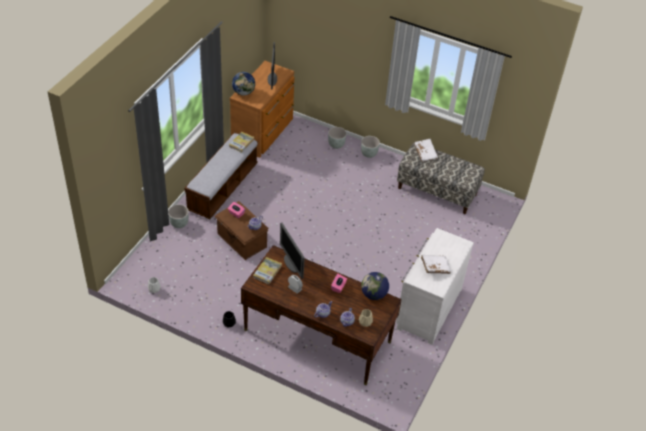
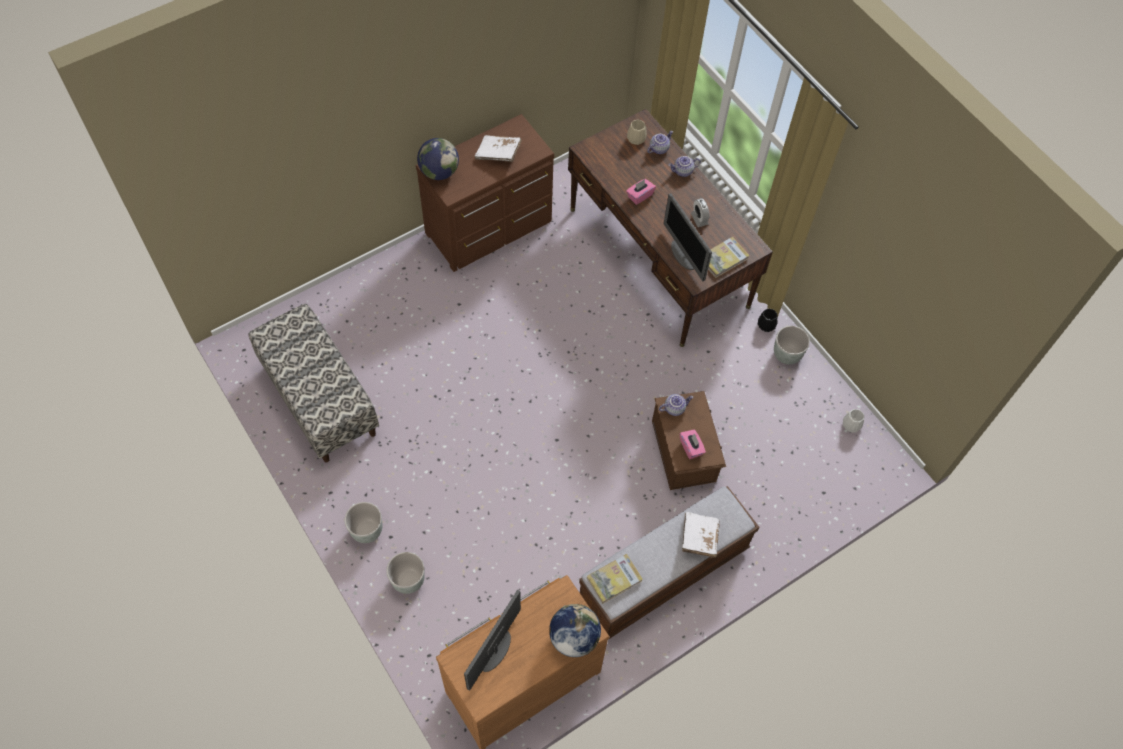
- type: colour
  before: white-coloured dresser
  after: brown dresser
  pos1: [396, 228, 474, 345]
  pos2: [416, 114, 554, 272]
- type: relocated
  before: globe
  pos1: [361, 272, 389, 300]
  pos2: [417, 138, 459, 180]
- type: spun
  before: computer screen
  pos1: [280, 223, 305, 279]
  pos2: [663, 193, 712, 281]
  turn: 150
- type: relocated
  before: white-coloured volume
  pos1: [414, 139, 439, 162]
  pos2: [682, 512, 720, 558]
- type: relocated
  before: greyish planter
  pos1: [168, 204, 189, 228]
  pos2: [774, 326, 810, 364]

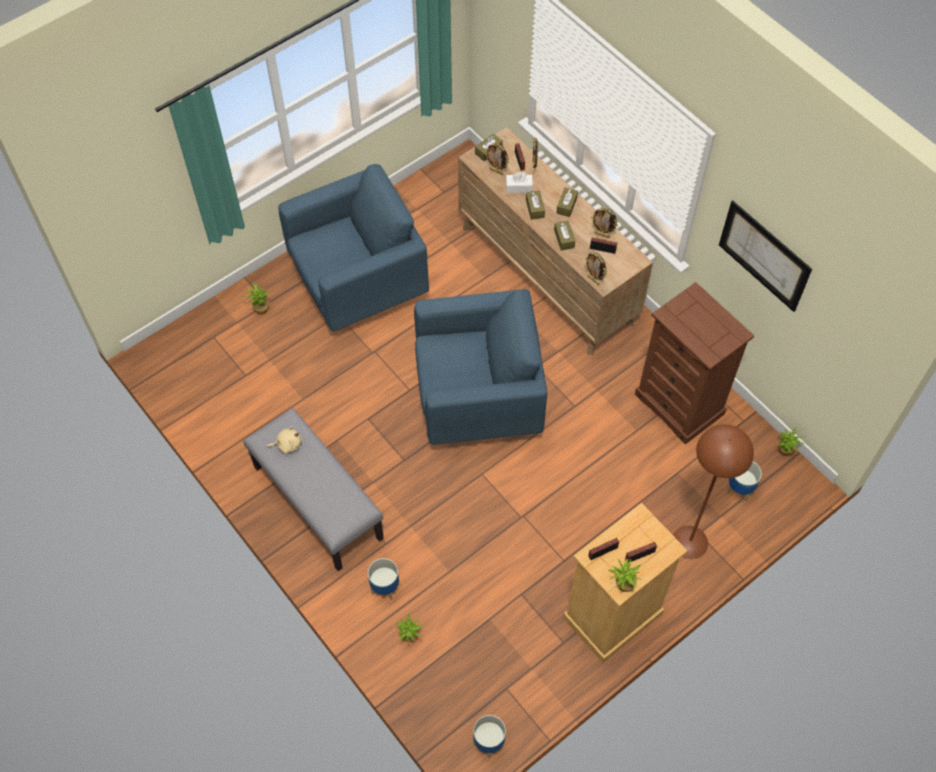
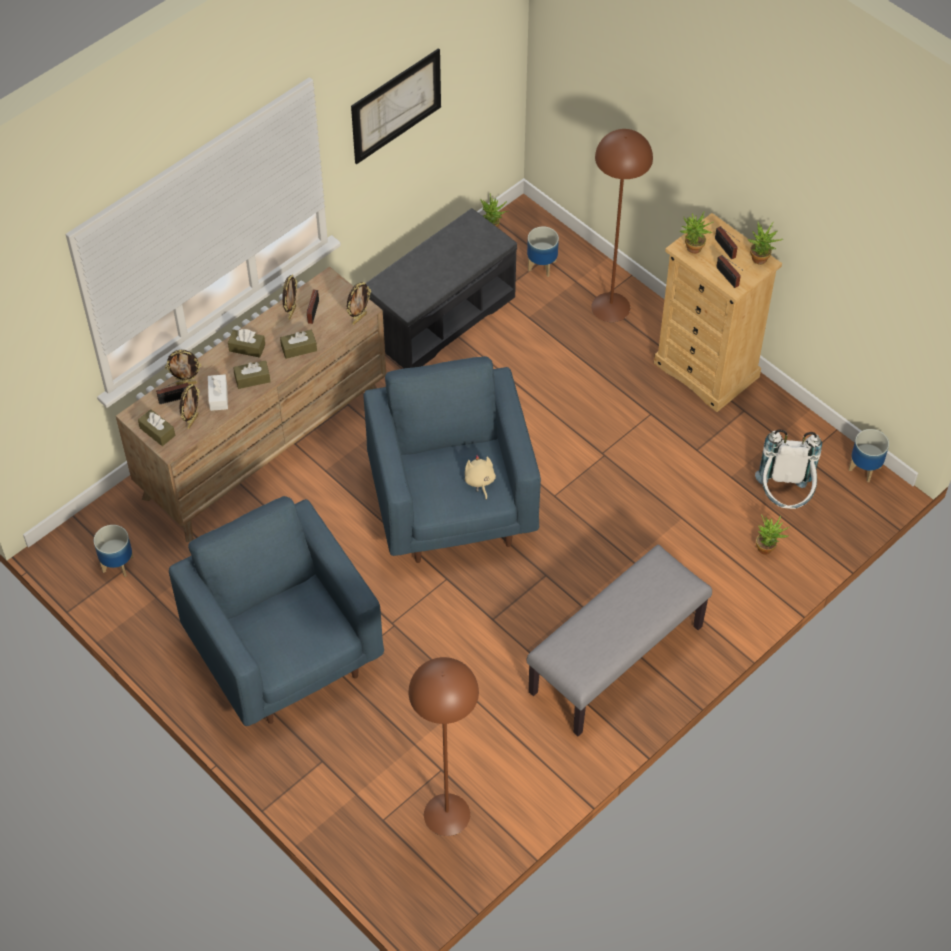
- type: relocated
  before: planter
  pos1: [368, 558, 399, 600]
  pos2: [94, 525, 134, 577]
- type: exchanged
  before: brown dresser
  after: greyish bench
  pos1: [635, 282, 754, 445]
  pos2: [365, 208, 517, 369]
- type: appeared
  after: brown standing lamp
  pos2: [409, 657, 479, 836]
- type: relocated
  before: sand-coloured plush toy
  pos1: [266, 426, 301, 454]
  pos2: [465, 454, 496, 500]
- type: relocated
  before: houseplant
  pos1: [242, 283, 269, 315]
  pos2: [680, 211, 713, 254]
- type: appeared
  after: white-coloured backpack
  pos2: [755, 429, 822, 509]

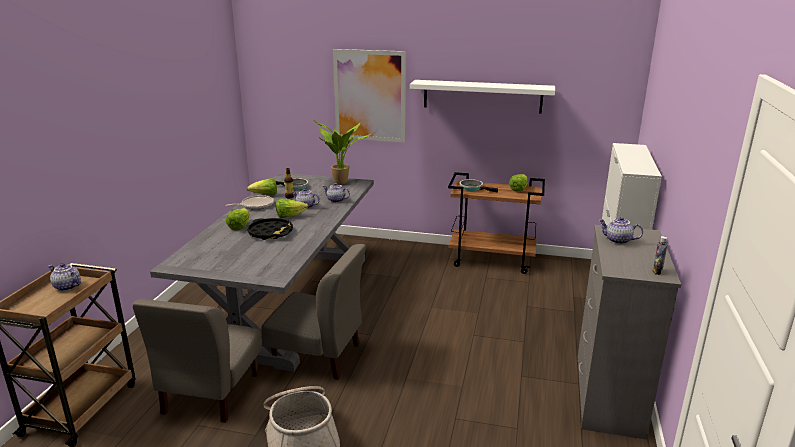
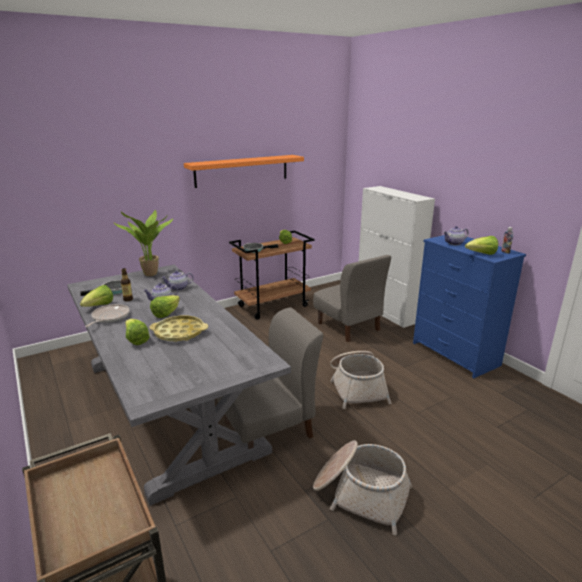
- type: colour
  before: black carrying tray
  after: yellow carrying tray
  pos1: [247, 218, 293, 240]
  pos2: [149, 316, 208, 342]
- type: colour
  before: white-coloured bracket shelf
  after: orangey bracket shelf
  pos1: [410, 80, 555, 113]
  pos2: [184, 155, 304, 188]
- type: relocated
  before: greyish plain chair
  pos1: [133, 299, 262, 423]
  pos2: [313, 255, 391, 342]
- type: appeared
  after: basket
  pos2: [330, 351, 391, 409]
- type: colour
  before: greyish dresser
  after: bluish dresser
  pos1: [577, 225, 681, 440]
  pos2: [413, 235, 526, 378]
- type: appeared
  after: head of lettuce
  pos2: [465, 236, 498, 255]
- type: missing
  before: tea pot
  pos1: [48, 263, 81, 291]
- type: missing
  before: picture
  pos1: [333, 49, 406, 142]

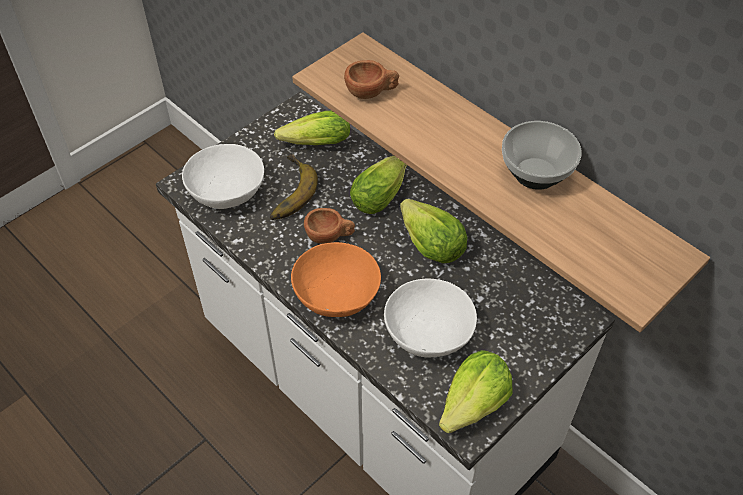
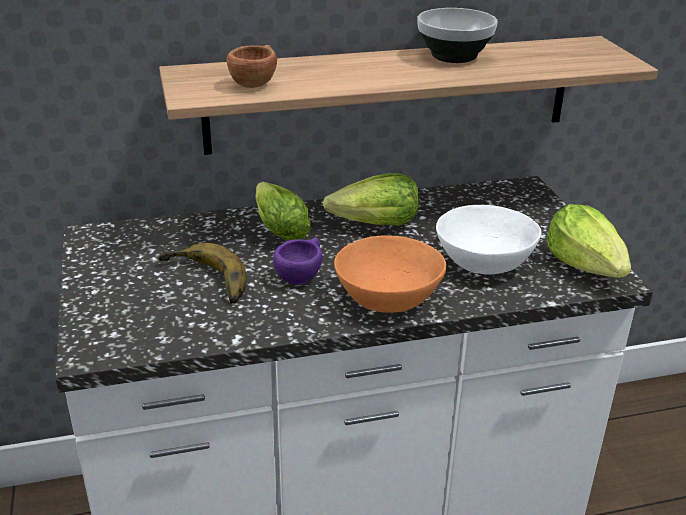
- type: colour
  before: brown cup
  after: purplish cup
  pos1: [304, 208, 355, 244]
  pos2: [273, 238, 323, 284]
- type: missing
  before: white-coloured serving bowl
  pos1: [182, 144, 264, 209]
- type: missing
  before: head of lettuce
  pos1: [274, 111, 350, 145]

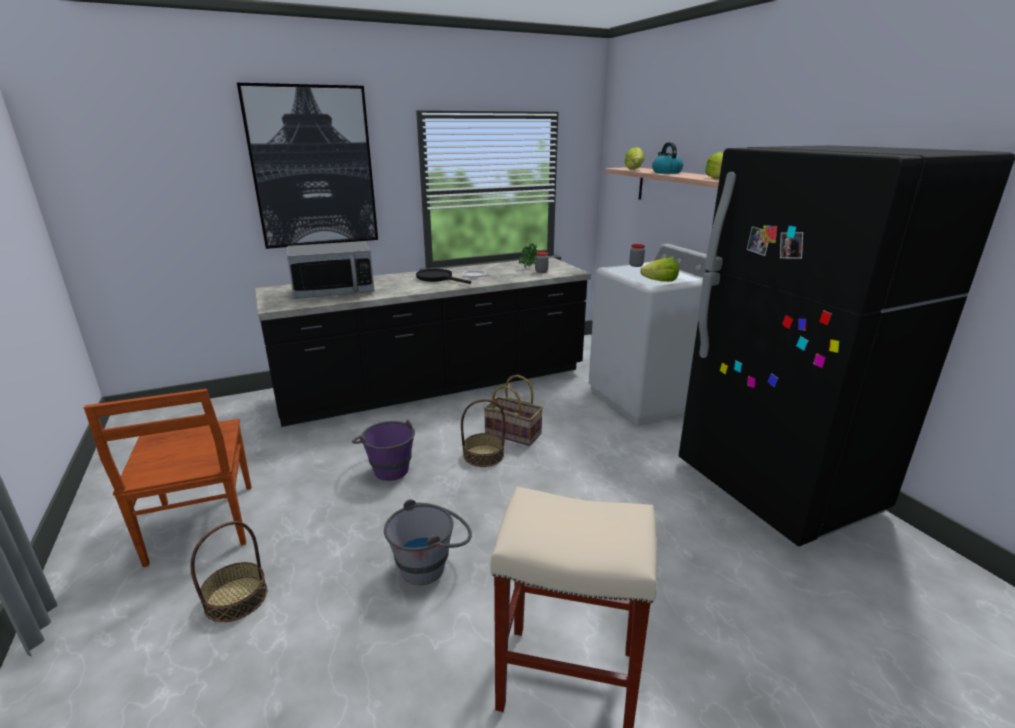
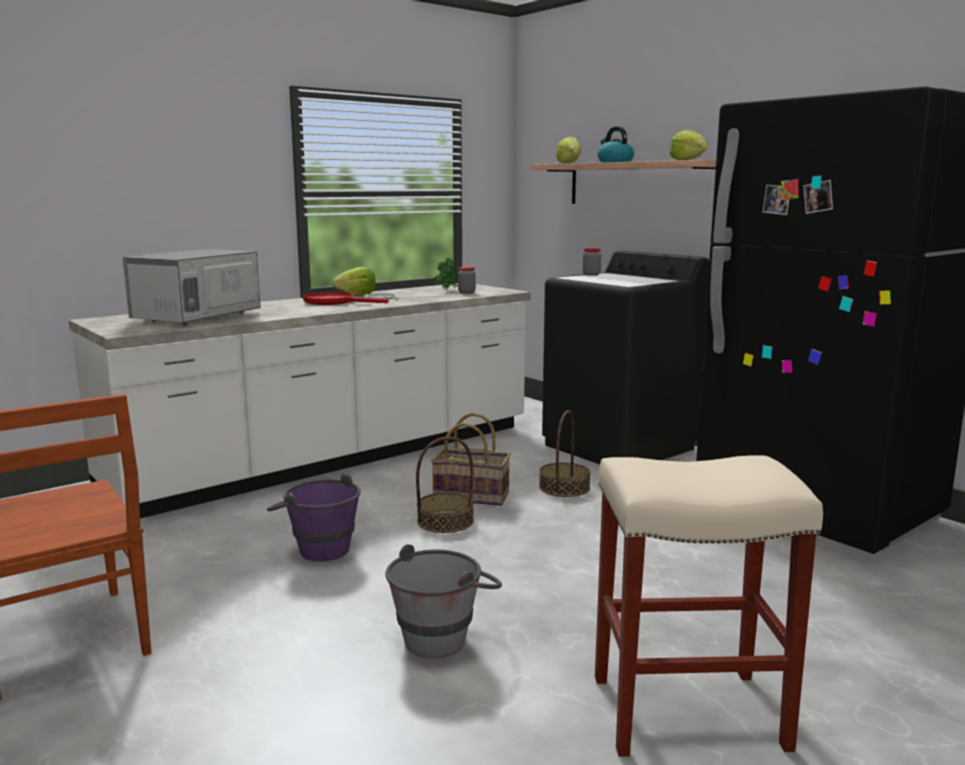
- type: colour
  before: black kitchen base unit
  after: white-coloured kitchen base unit
  pos1: [255, 257, 591, 427]
  pos2: [69, 283, 531, 518]
- type: spun
  before: microwave oven
  pos1: [287, 241, 375, 299]
  pos2: [123, 249, 261, 325]
  turn: 150
- type: colour
  before: black frying pan
  after: reddish frying pan
  pos1: [416, 269, 471, 284]
  pos2: [303, 292, 388, 305]
- type: relocated
  before: head of lettuce
  pos1: [640, 258, 679, 282]
  pos2: [333, 267, 376, 294]
- type: relocated
  before: basket
  pos1: [191, 521, 267, 622]
  pos2: [539, 410, 591, 497]
- type: colour
  before: white-coloured laundry machine
  after: black laundry machine
  pos1: [589, 244, 707, 425]
  pos2: [542, 250, 709, 464]
- type: missing
  before: picture
  pos1: [237, 83, 378, 249]

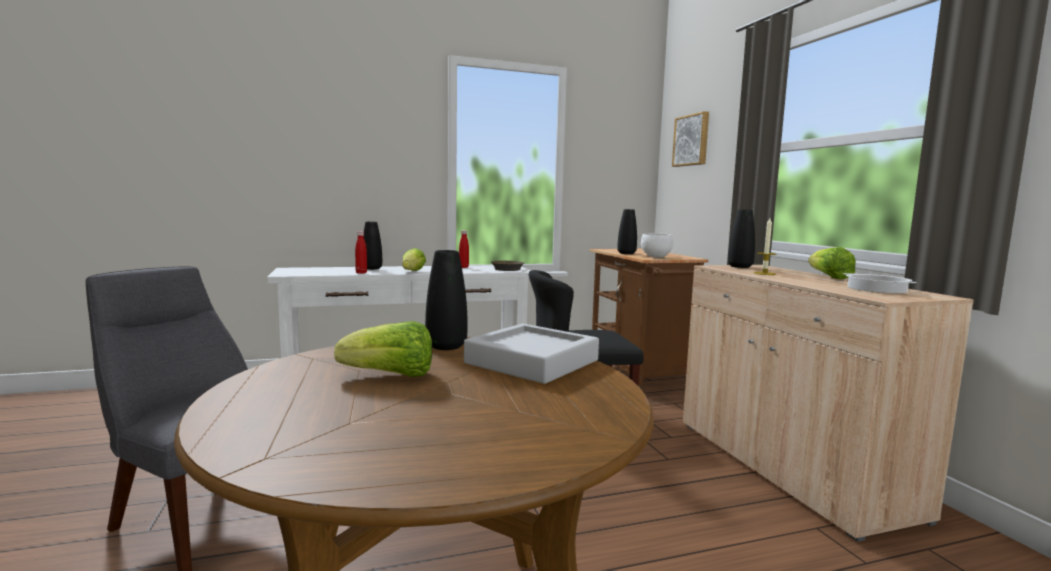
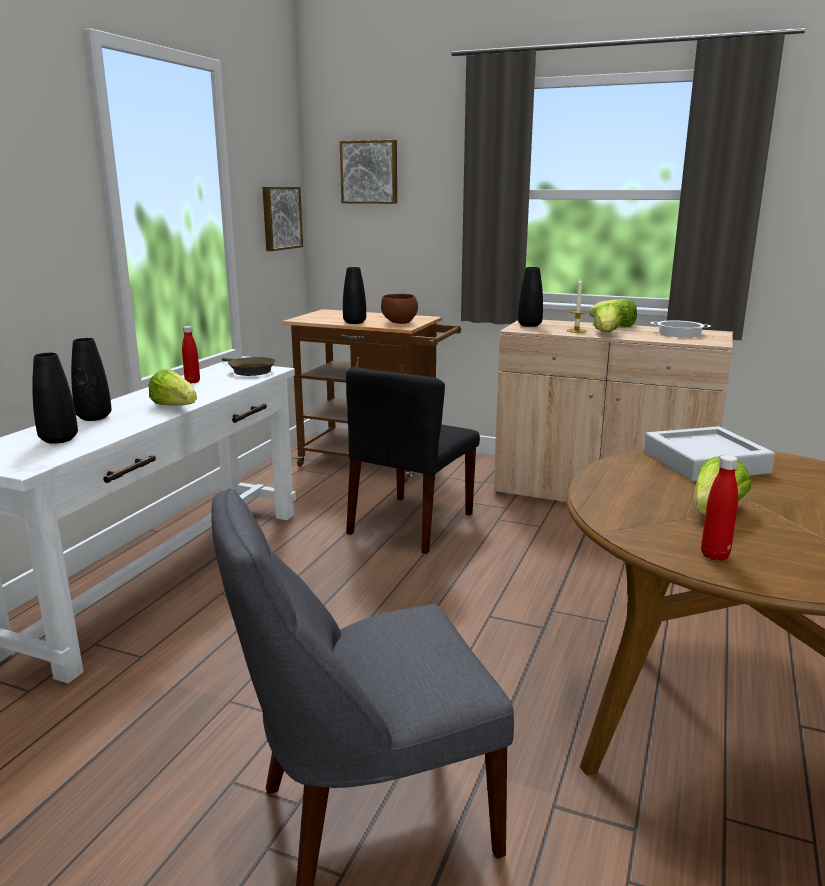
- type: relocated
  before: black decorative vase
  pos1: [425, 250, 468, 350]
  pos2: [32, 353, 78, 444]
- type: appeared
  after: picture
  pos2: [262, 187, 303, 251]
- type: colour
  before: white-coloured serving bowl
  after: brown serving bowl
  pos1: [641, 233, 673, 258]
  pos2: [381, 294, 418, 324]
- type: appeared
  after: head of lettuce
  pos2: [593, 303, 623, 332]
- type: relocated
  before: reddish drink bottle
  pos1: [355, 231, 367, 274]
  pos2: [701, 455, 738, 561]

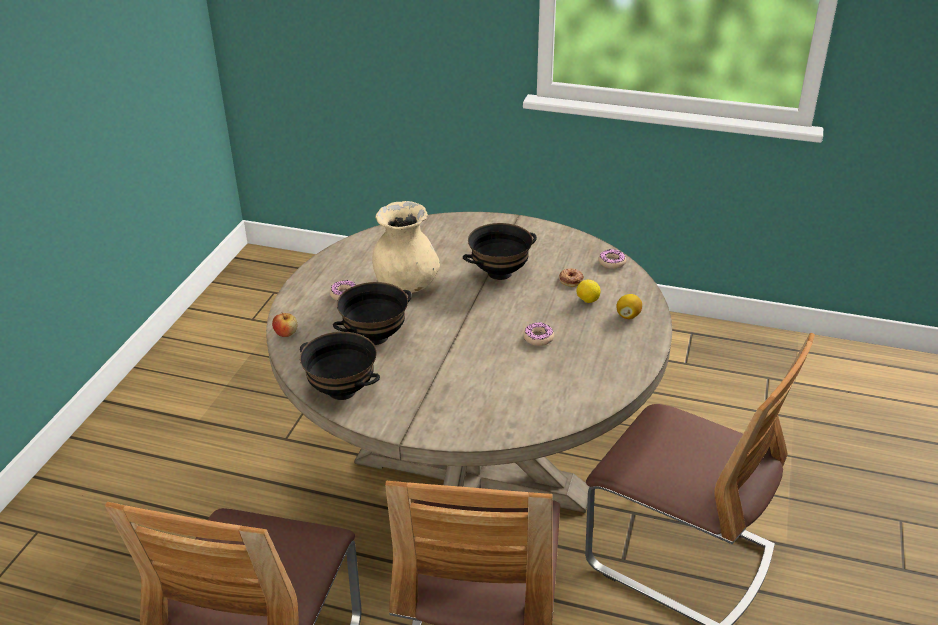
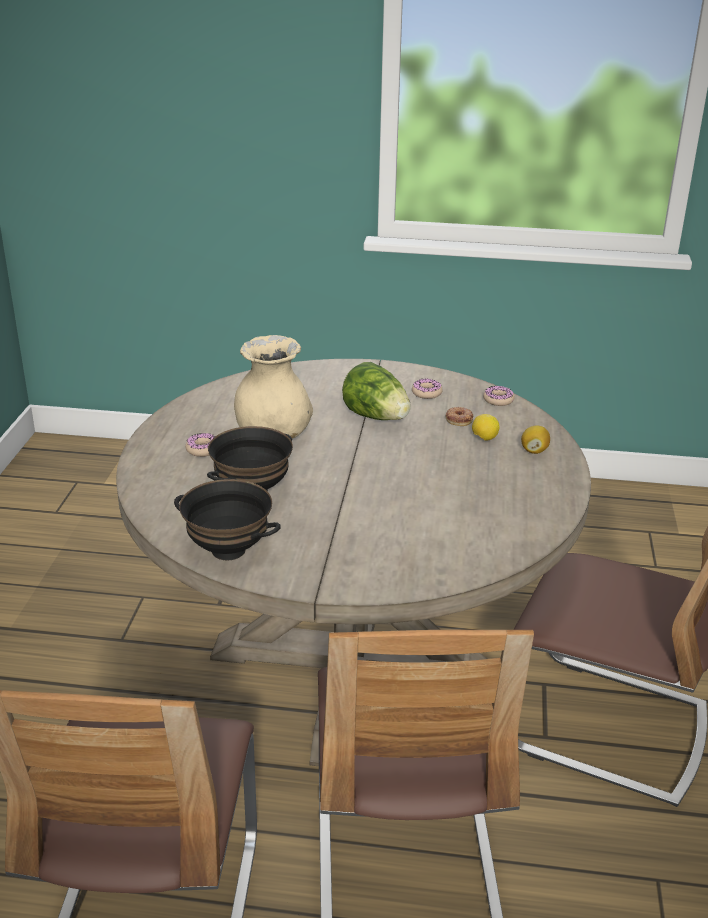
- type: exchanged
  before: black serving bowl
  after: head of lettuce
  pos1: [463, 223, 537, 280]
  pos2: [342, 362, 411, 420]
- type: relocated
  before: doughnut
  pos1: [523, 322, 554, 346]
  pos2: [412, 378, 443, 399]
- type: missing
  before: apple
  pos1: [272, 313, 297, 337]

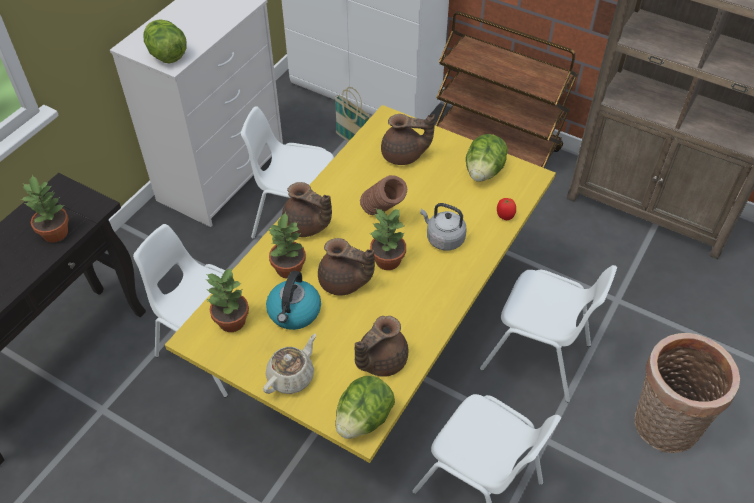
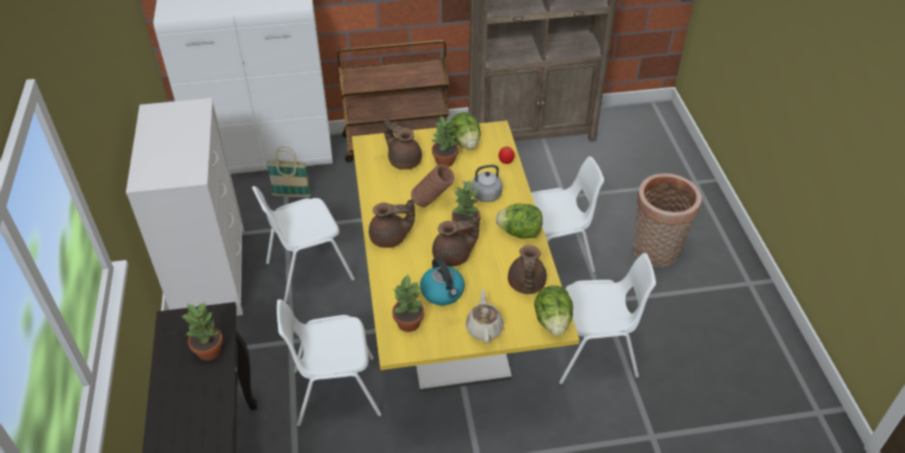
- type: spun
  before: brown tea pot
  pos1: [381, 114, 435, 165]
  pos2: [383, 115, 422, 170]
  turn: -105
- type: relocated
  before: houseplant
  pos1: [268, 211, 306, 279]
  pos2: [432, 115, 458, 167]
- type: relocated
  before: head of lettuce
  pos1: [143, 19, 187, 63]
  pos2: [496, 204, 543, 238]

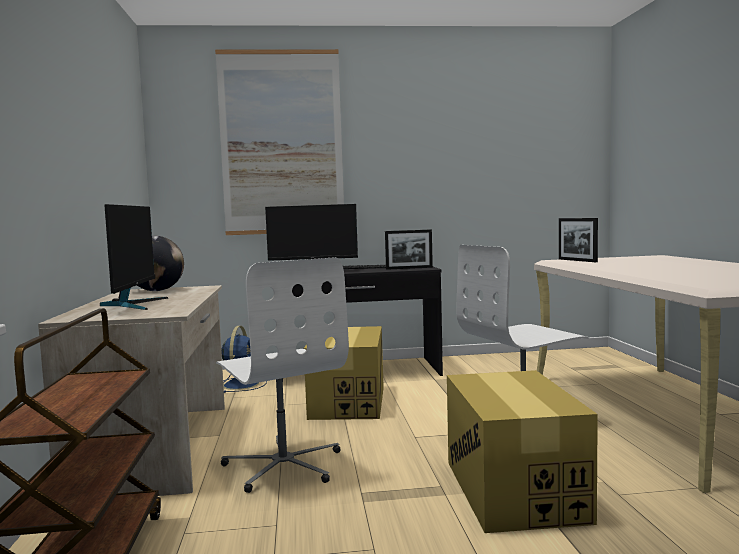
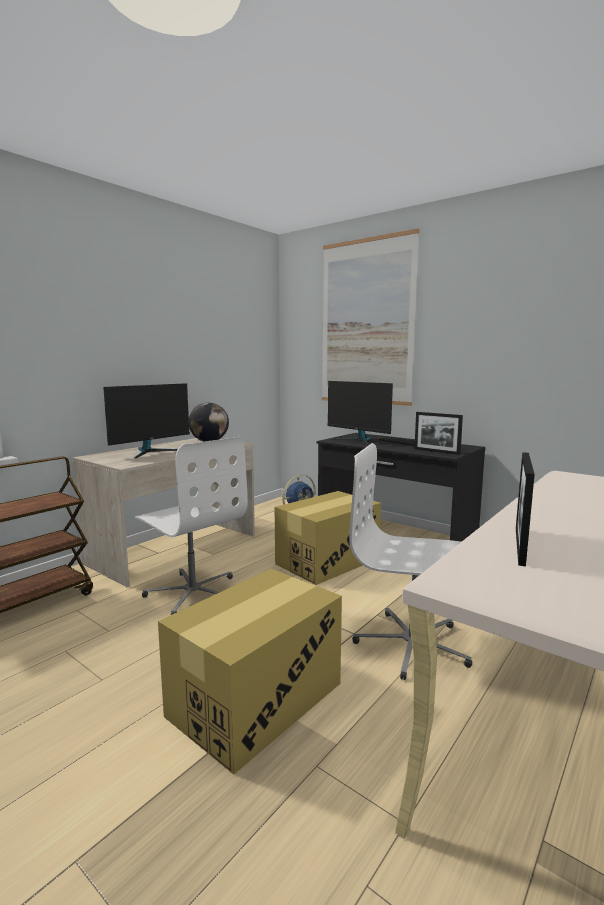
- type: spun
  before: white-coloured office chair
  pos1: [216, 257, 349, 493]
  pos2: [135, 437, 248, 615]
  turn: -60
- type: relocated
  before: photo frame
  pos1: [559, 218, 598, 262]
  pos2: [516, 452, 535, 566]

